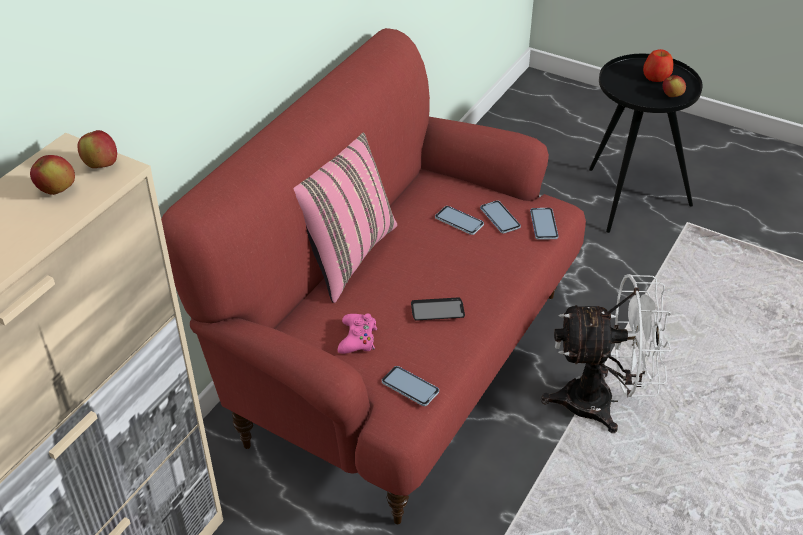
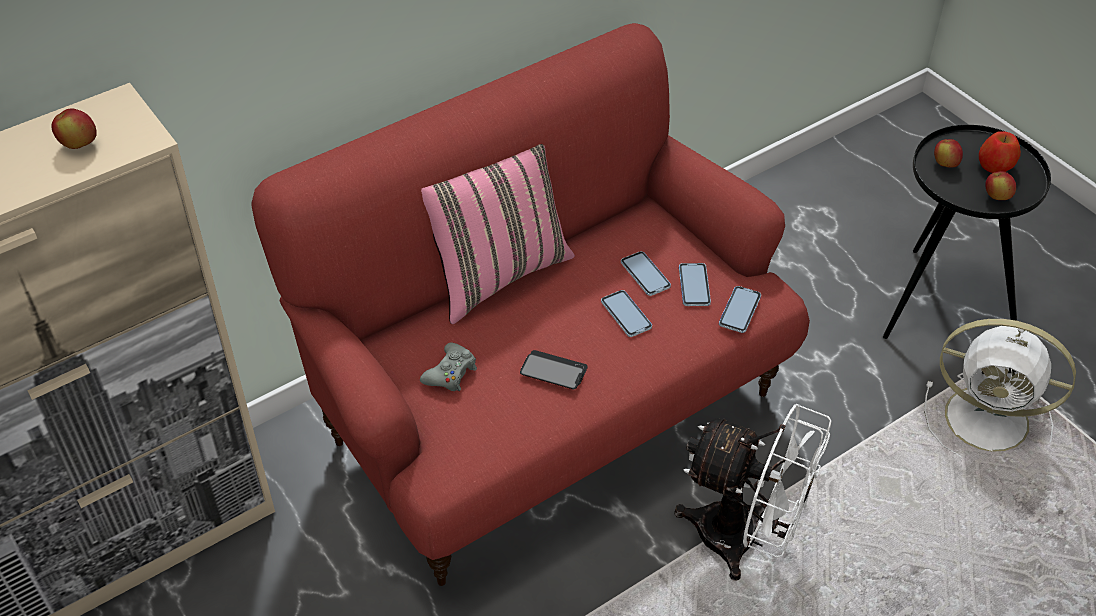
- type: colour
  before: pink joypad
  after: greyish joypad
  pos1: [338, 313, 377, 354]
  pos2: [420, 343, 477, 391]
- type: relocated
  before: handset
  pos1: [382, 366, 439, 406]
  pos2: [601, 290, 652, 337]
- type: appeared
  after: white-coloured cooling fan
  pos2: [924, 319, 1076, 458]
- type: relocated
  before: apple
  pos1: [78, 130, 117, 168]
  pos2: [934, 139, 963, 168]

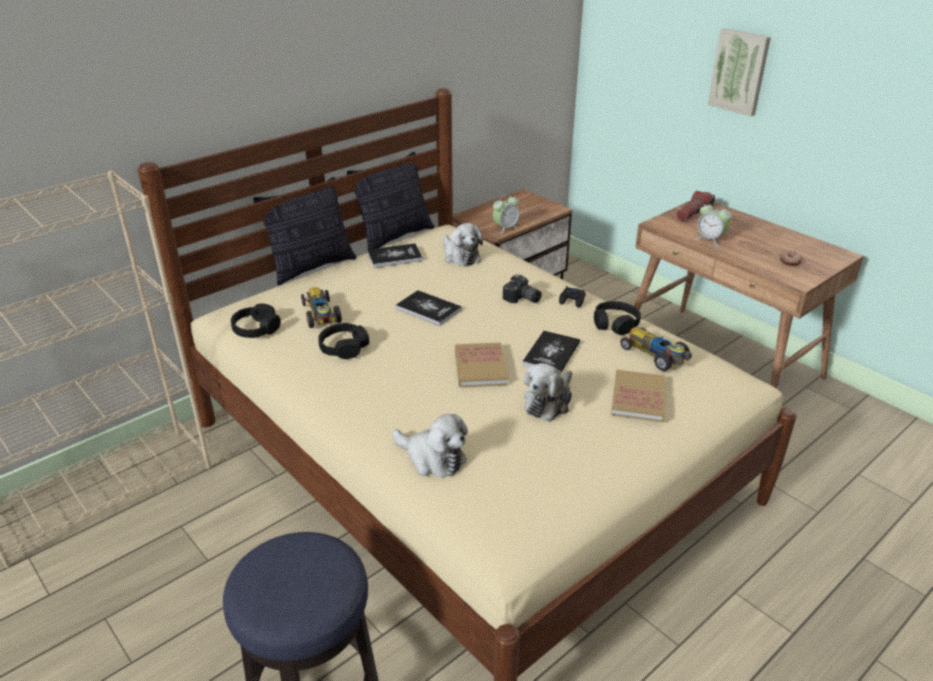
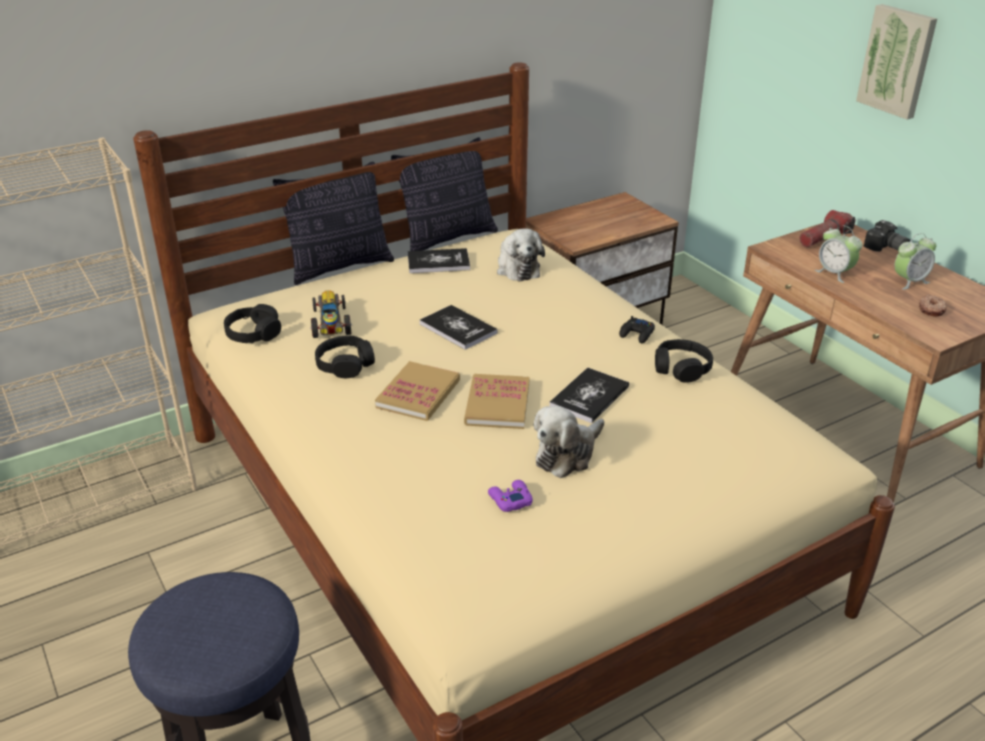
- type: relocated
  before: volume
  pos1: [611, 369, 666, 422]
  pos2: [375, 361, 460, 421]
- type: appeared
  after: purplish joypad
  pos2: [488, 480, 533, 512]
- type: relocated
  before: photo camera
  pos1: [503, 274, 542, 303]
  pos2: [864, 220, 911, 252]
- type: relocated
  before: alarm clock
  pos1: [493, 194, 520, 234]
  pos2: [895, 233, 936, 290]
- type: missing
  before: plush toy
  pos1: [393, 414, 468, 477]
- type: missing
  before: model car
  pos1: [620, 327, 692, 371]

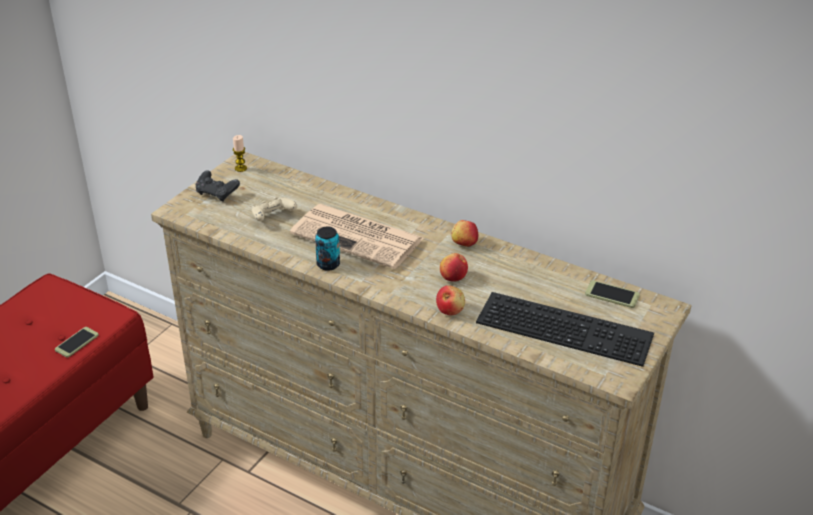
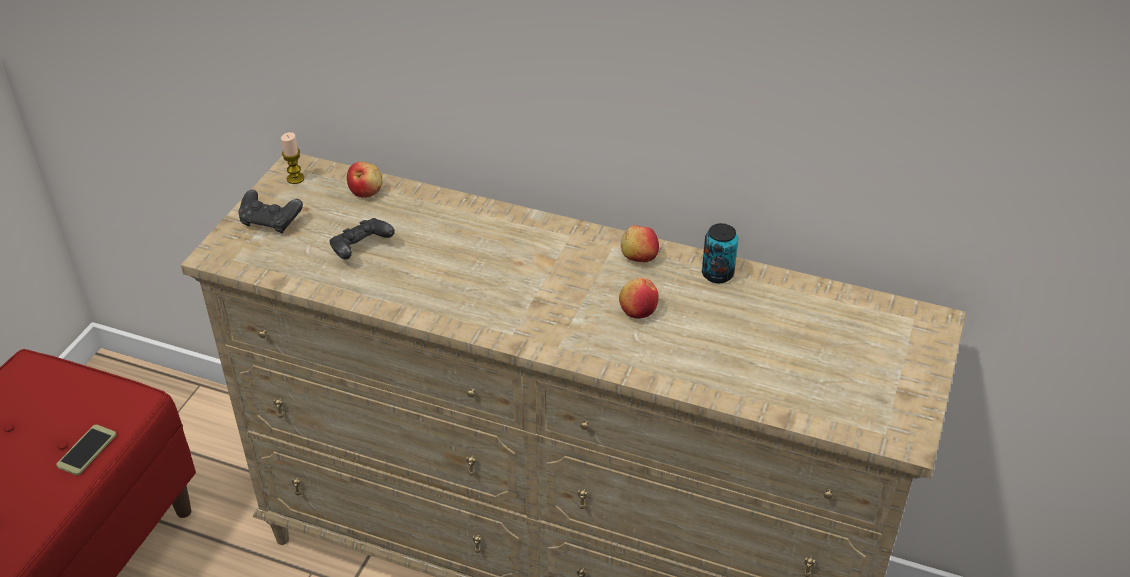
- type: colour
  before: sand-coloured joypad
  after: black joypad
  pos1: [252, 197, 297, 221]
  pos2: [329, 218, 395, 259]
- type: relocated
  before: apple
  pos1: [436, 285, 465, 315]
  pos2: [347, 162, 382, 198]
- type: relocated
  before: sealed can
  pos1: [315, 227, 340, 271]
  pos2: [702, 223, 738, 283]
- type: missing
  before: daily paper
  pos1: [290, 204, 424, 269]
- type: missing
  before: computer keyboard
  pos1: [476, 292, 654, 367]
- type: missing
  before: handset
  pos1: [585, 280, 640, 308]

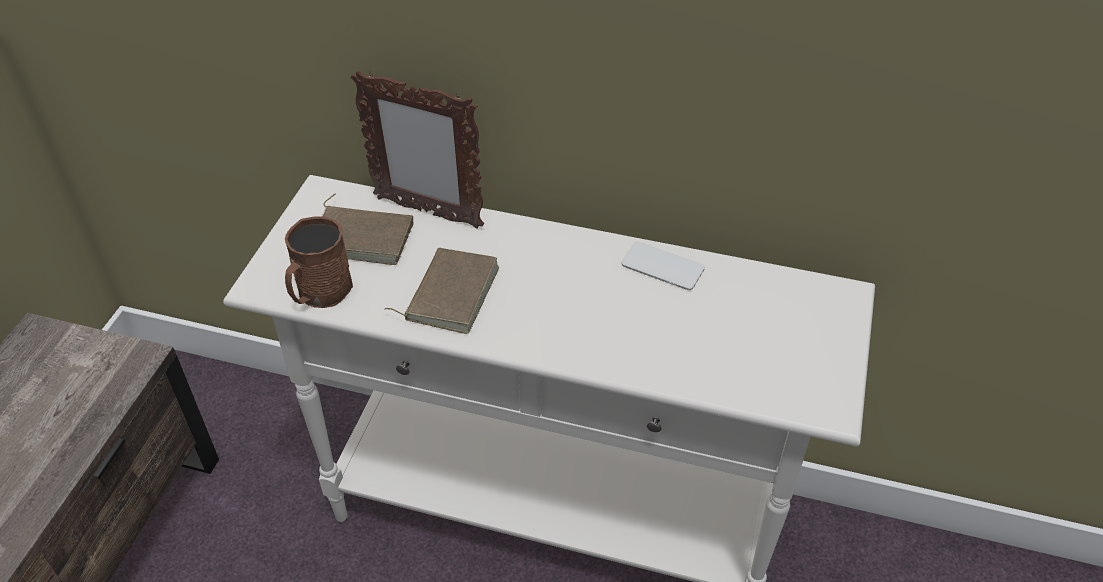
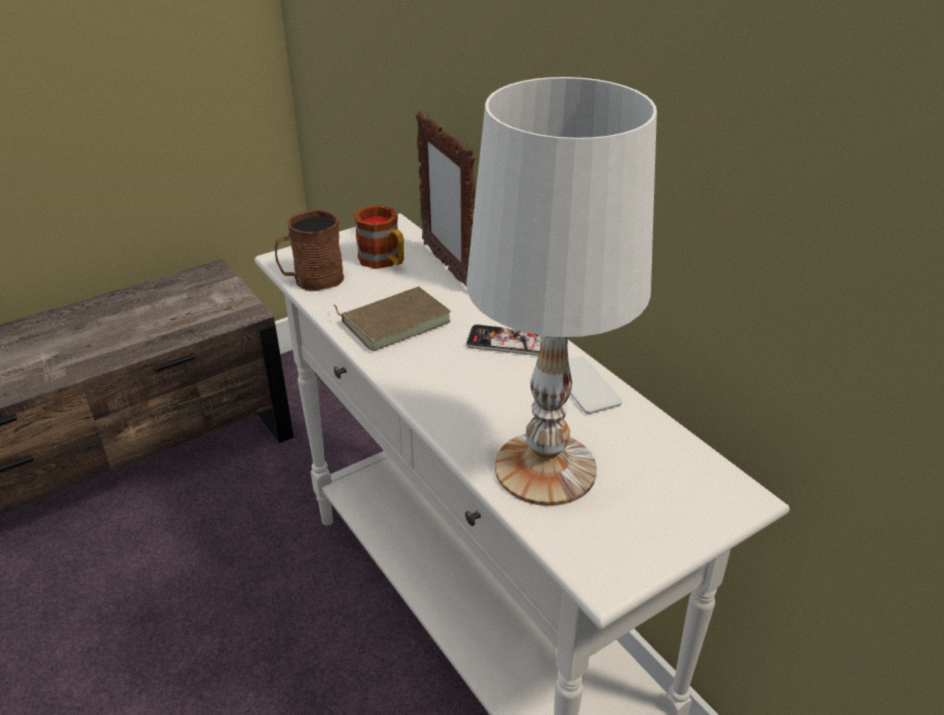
- type: exchanged
  before: brown volume
  after: coffee mug
  pos1: [322, 194, 414, 265]
  pos2: [354, 205, 404, 269]
- type: appeared
  after: handset
  pos2: [466, 324, 541, 356]
- type: appeared
  after: white-coloured table lamp
  pos2: [467, 77, 657, 506]

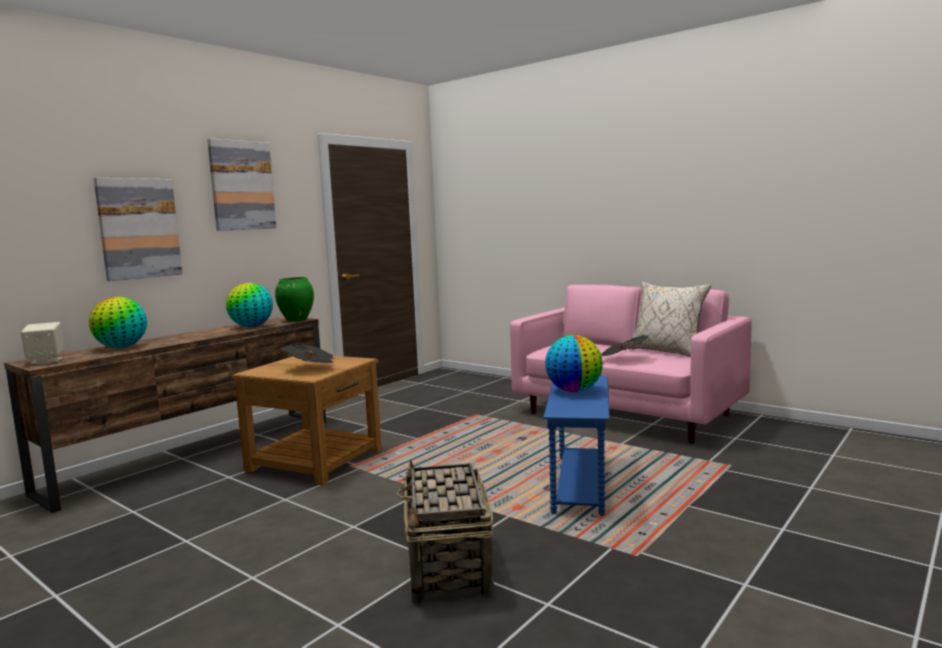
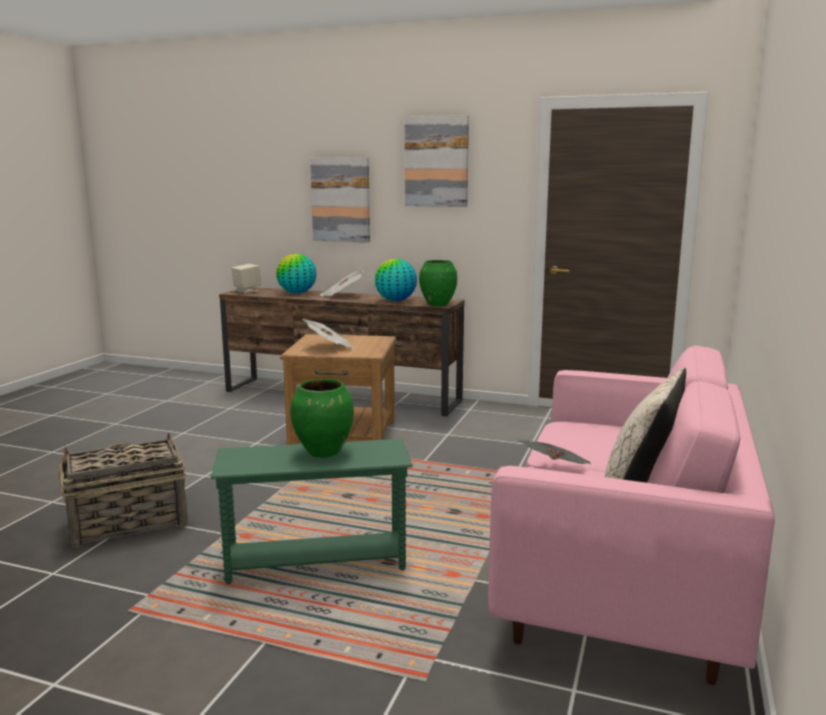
- type: colour
  before: bluish accent table
  after: greenish accent table
  pos1: [543, 376, 610, 516]
  pos2: [211, 439, 413, 584]
- type: exchanged
  before: globe
  after: greenish decorative vase
  pos1: [545, 335, 603, 392]
  pos2: [290, 379, 354, 458]
- type: appeared
  after: daily paper
  pos2: [320, 270, 364, 296]

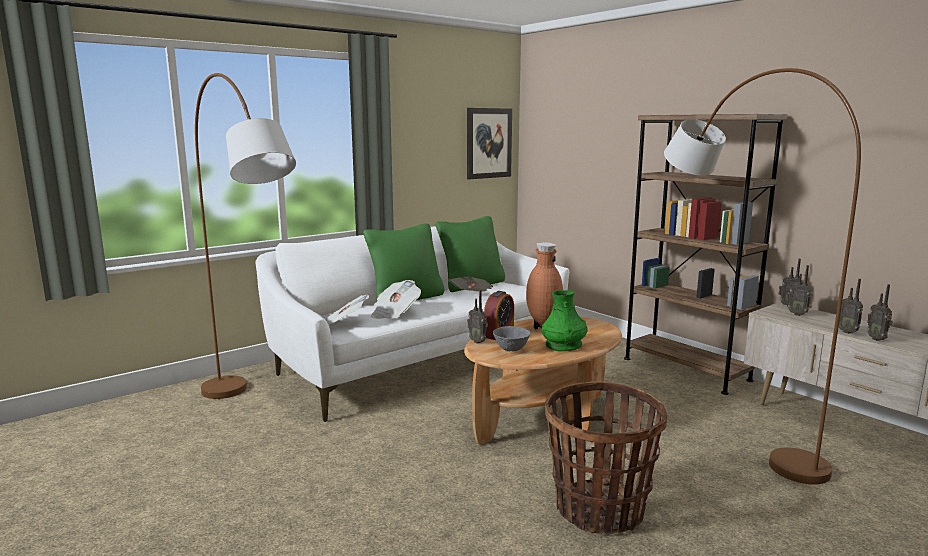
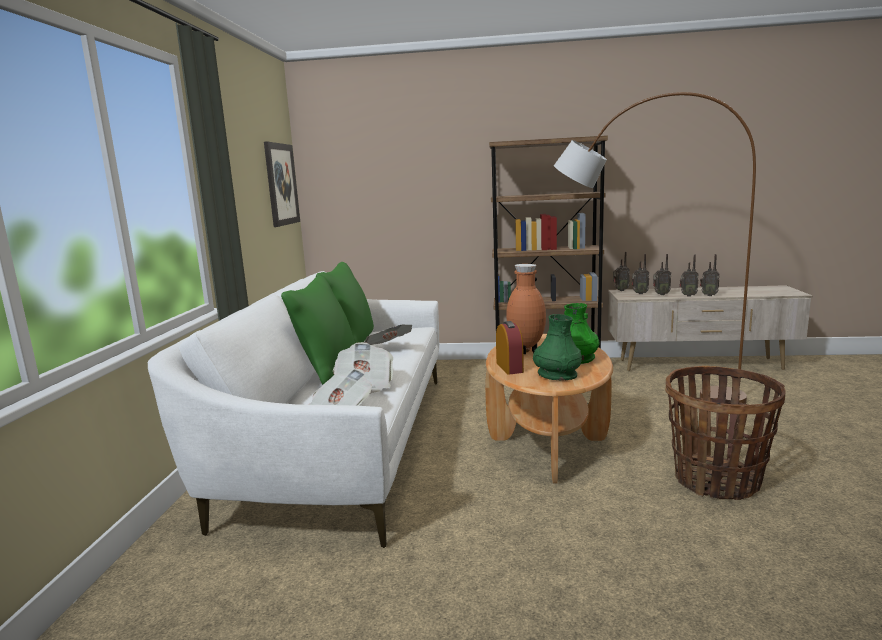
- type: exchanged
  before: greyish serving bowl
  after: greenish decorative vase
  pos1: [493, 326, 531, 351]
  pos2: [533, 314, 582, 381]
- type: relocated
  before: radio receiver
  pos1: [467, 290, 488, 344]
  pos2: [653, 254, 671, 295]
- type: missing
  before: brown standing lamp
  pos1: [195, 73, 296, 399]

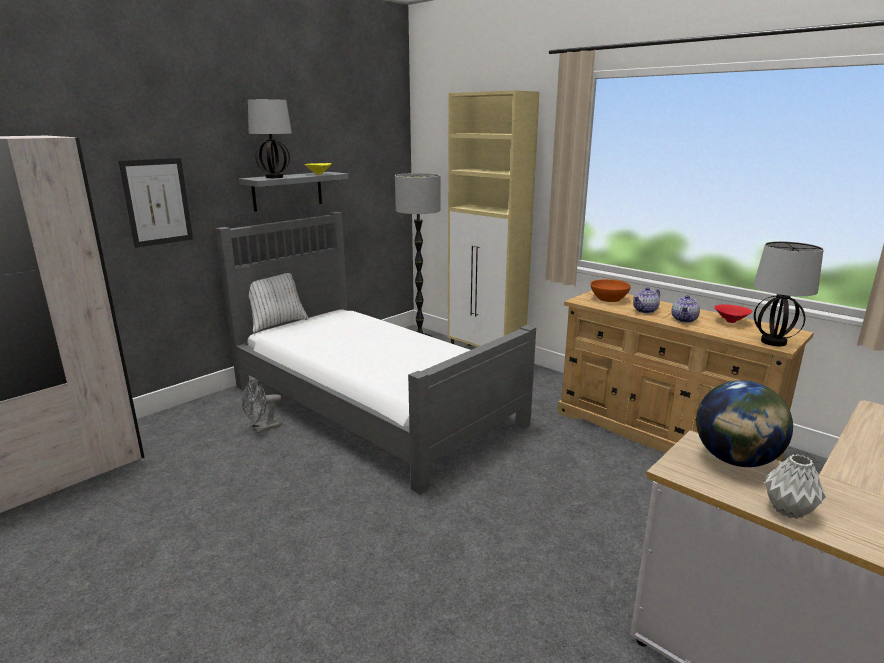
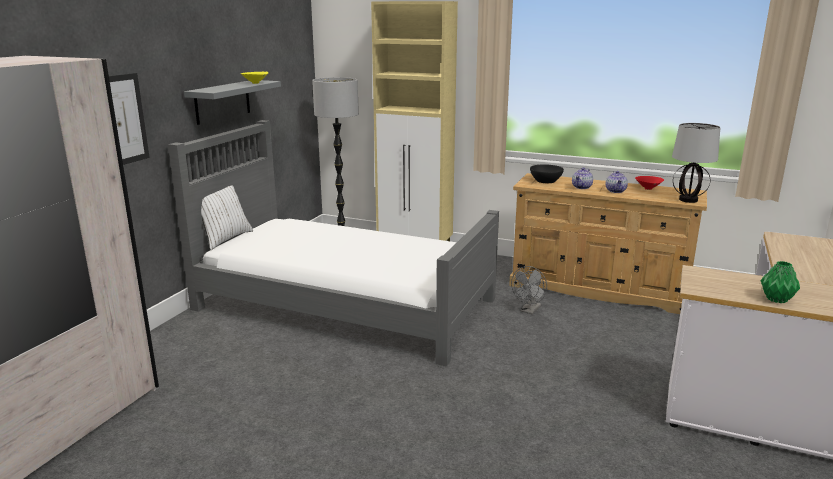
- type: relocated
  before: greyish cooling fan
  pos1: [242, 380, 281, 433]
  pos2: [511, 266, 547, 314]
- type: colour
  before: orangey serving bowl
  after: black serving bowl
  pos1: [591, 279, 631, 302]
  pos2: [530, 164, 564, 183]
- type: colour
  before: greyish decorative vase
  after: greenish decorative vase
  pos1: [764, 454, 826, 519]
  pos2: [761, 261, 800, 303]
- type: missing
  before: table lamp
  pos1: [248, 99, 292, 178]
- type: missing
  before: globe
  pos1: [696, 380, 793, 467]

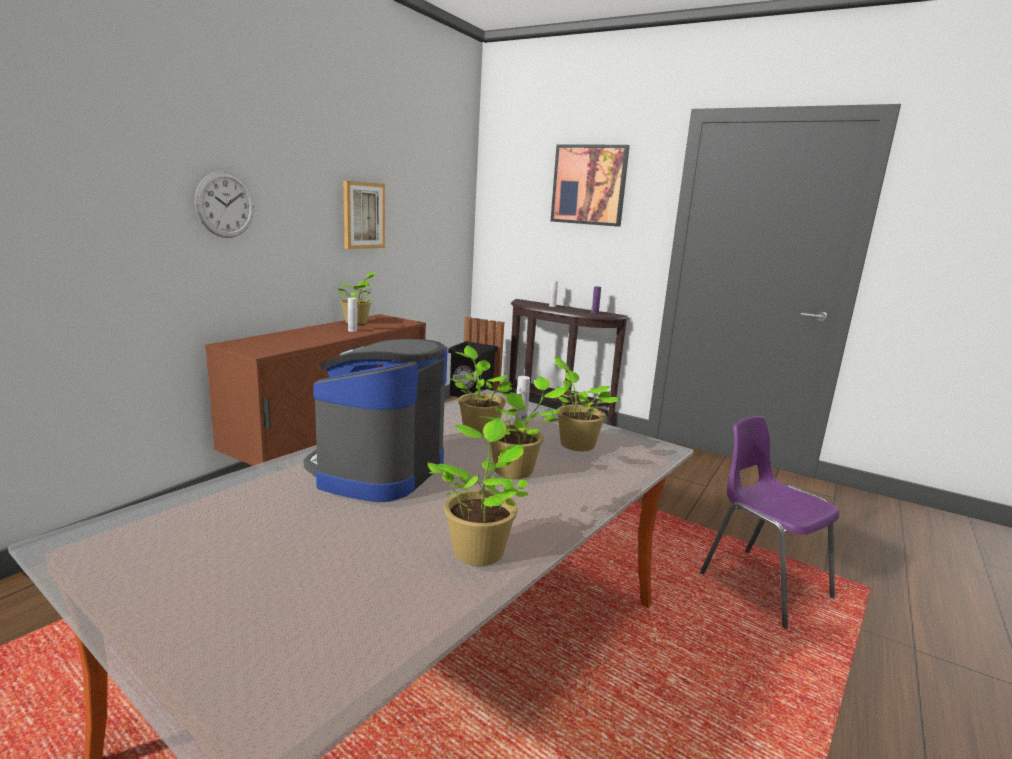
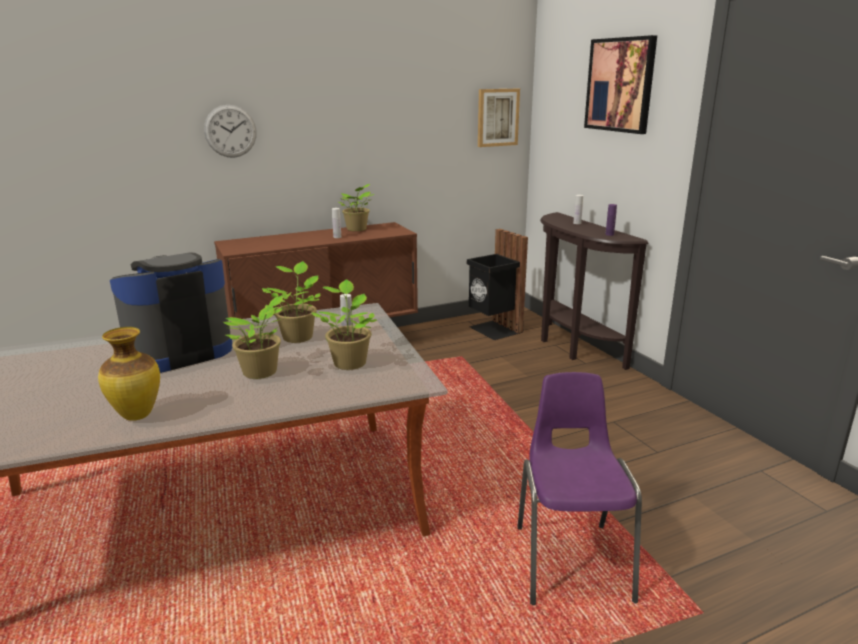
- type: exchanged
  before: houseplant
  after: decorative vase
  pos1: [427, 418, 528, 566]
  pos2: [98, 327, 160, 421]
- type: relocated
  before: picture
  pos1: [343, 180, 385, 249]
  pos2: [478, 89, 520, 147]

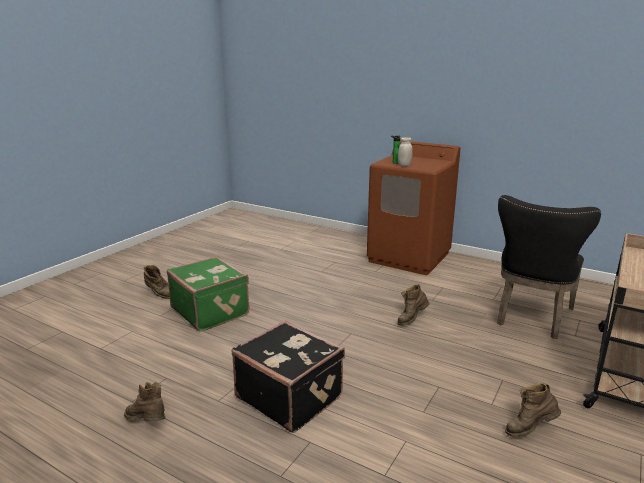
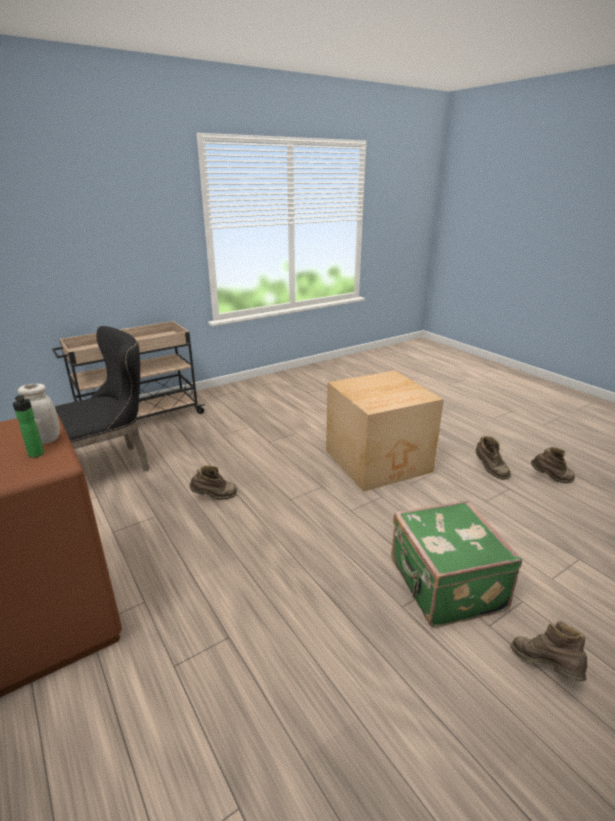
- type: exchanged
  before: black suitcase
  after: carton
  pos1: [232, 321, 345, 433]
  pos2: [326, 370, 444, 492]
- type: relocated
  before: brown tall boot
  pos1: [505, 383, 561, 437]
  pos2: [531, 447, 575, 483]

